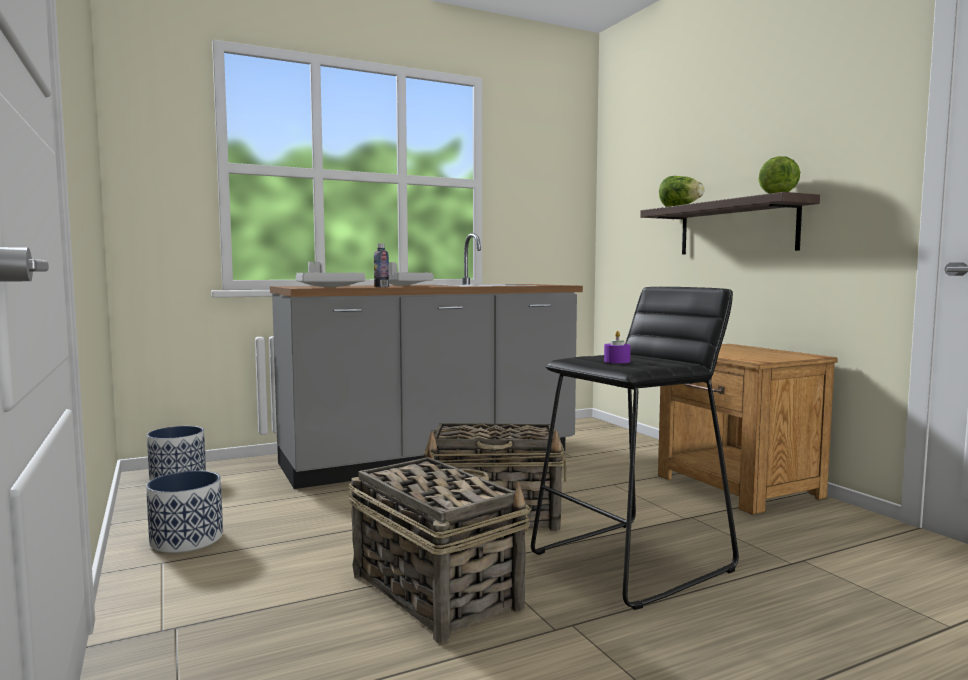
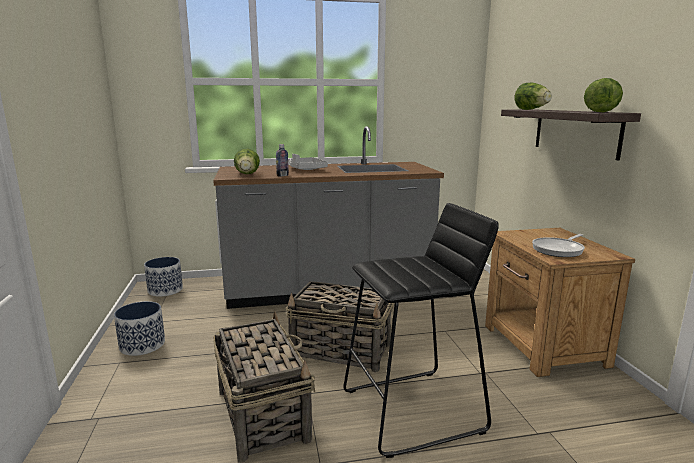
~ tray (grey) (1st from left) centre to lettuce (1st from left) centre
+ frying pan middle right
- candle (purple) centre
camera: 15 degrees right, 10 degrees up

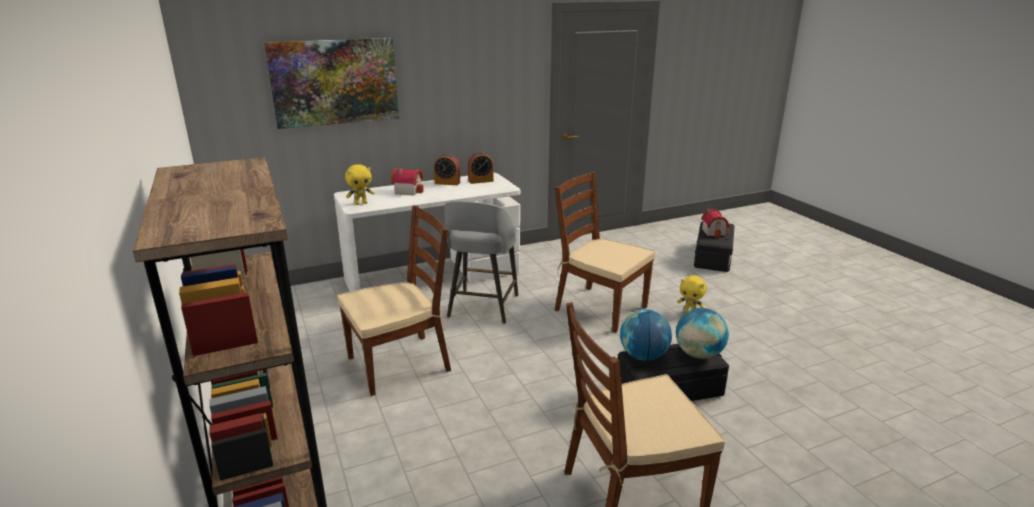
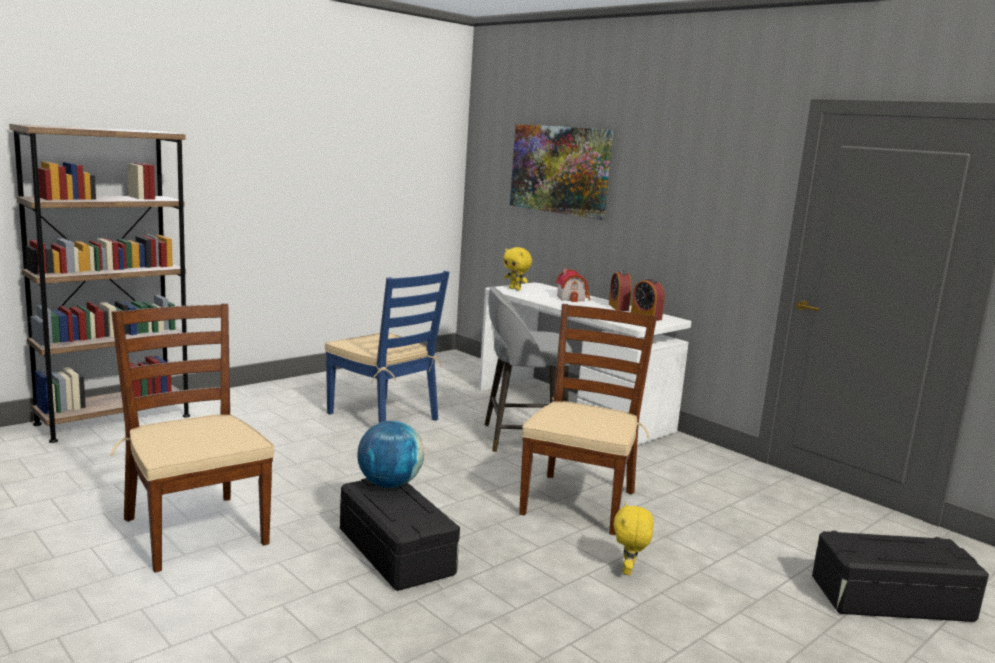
~ chair (brown) (1st from left) centre to chair (blue) centre
- globe (2nd from left) middle right
- toy house (2nd from left) middle right
camera: 70 degrees right, 10 degrees down

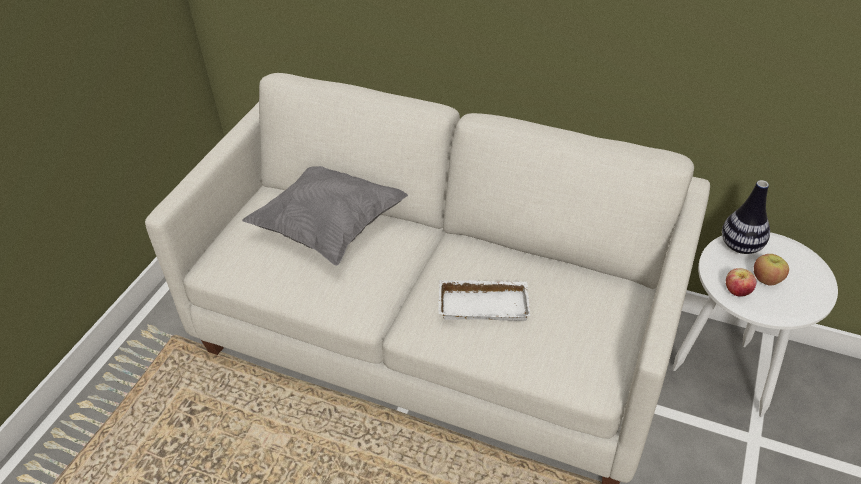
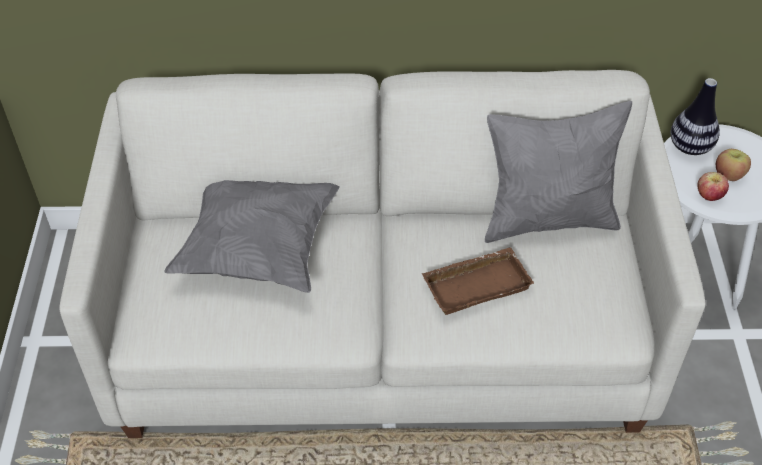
~ tray (white) centre to tray (brown) centre
+ pillow (grey) (2nd from left) middle right
camera: 25 degrees left, 5 degrees up

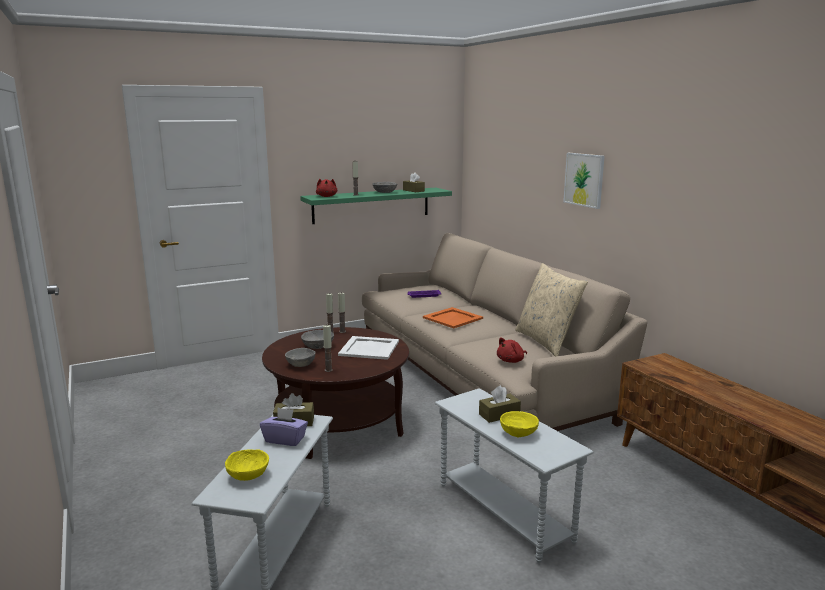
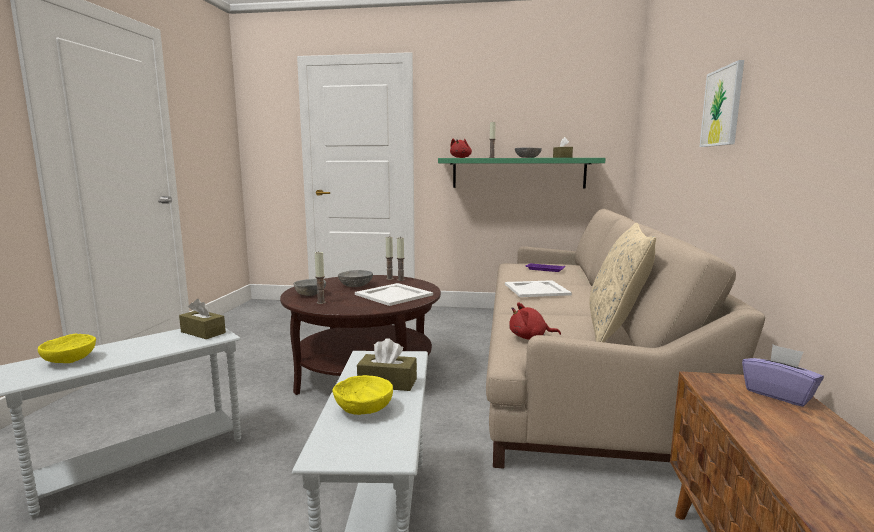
~ tray (orange) centre to tray (white) (2nd from left) centre
~ tissue box (purple) bottom centre to bottom right
camera: 35 degrees right, 5 degrees down

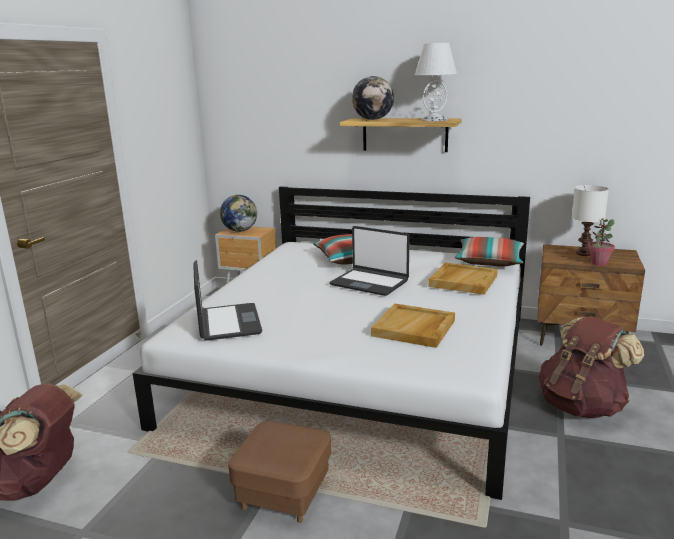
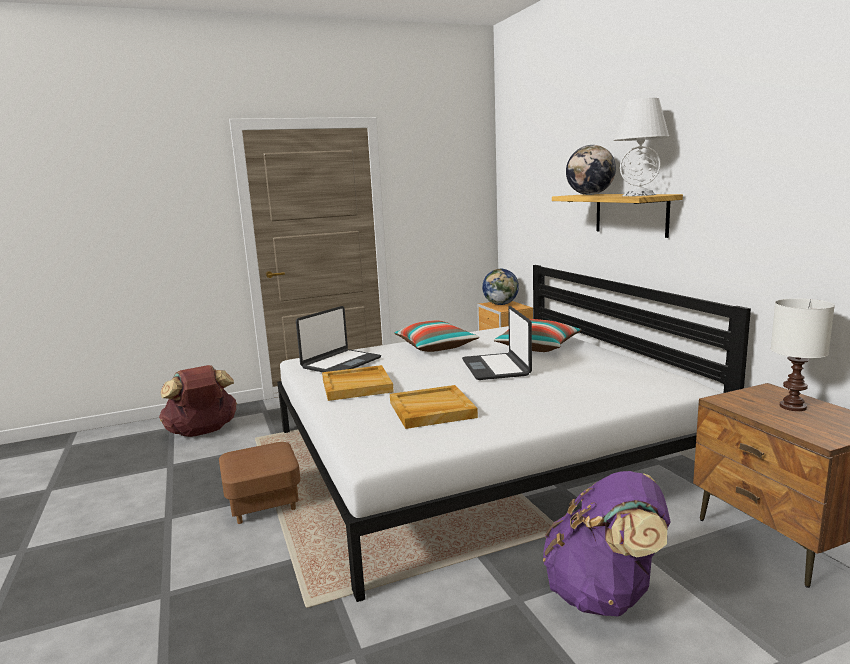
~ tray (beige) (2nd from left in the first image) middle right to tray (beige) (1st from left) centre
~ pillow (2nd from left in the first image) middle right to pillow (1st from left) centre
~ backpack (brown) (2nd from left) bottom right to backpack (purple) bottom right
- potted plant middle right
camera: 50 degrees right, 5 degrees down

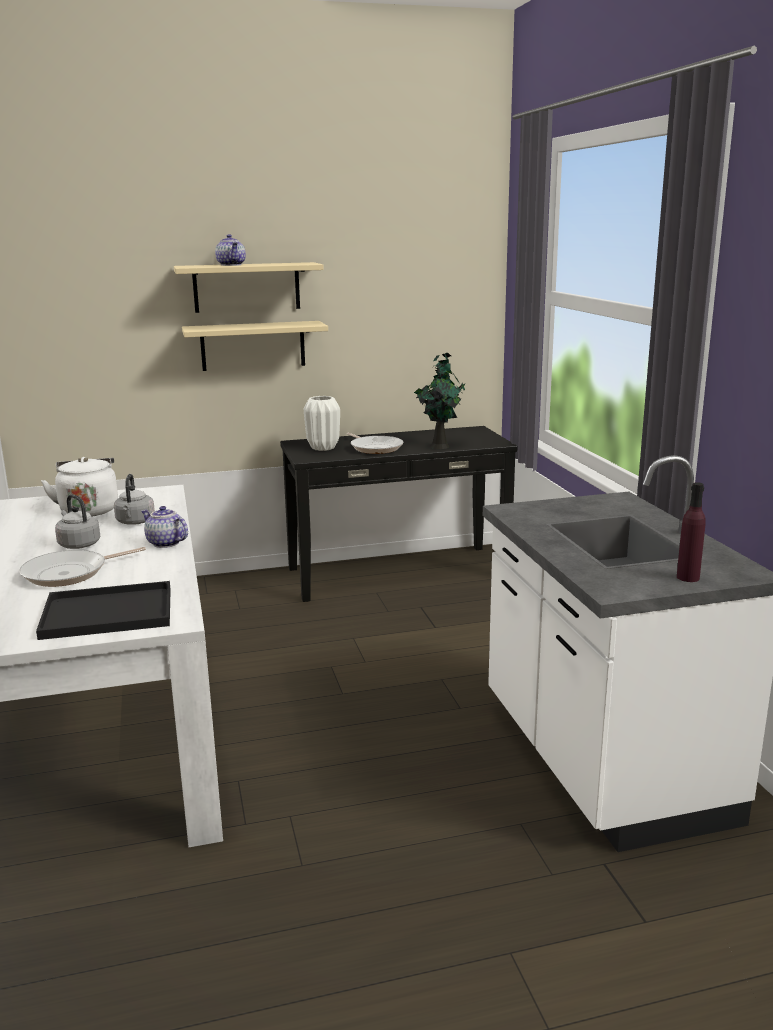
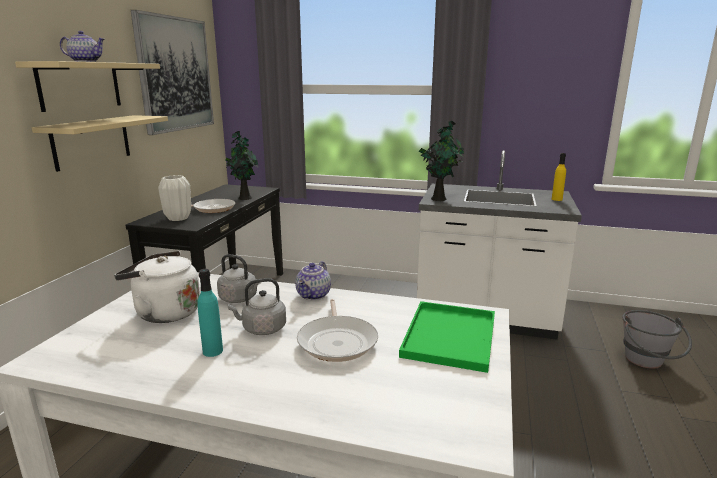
+ picture top left
+ bottle (turquoise) middle left
~ teapot (1st from left in the first image) middle left = centre 45 degrees counterclockwise
~ tray (black) middle left to tray (green) bottom centre
+ potted plant (2nd from left) centre
~ bottle (purple) middle right to bottle (yellow) middle right
+ bucket (grey) bottom right
camera: 60 degrees left, 0 degrees up

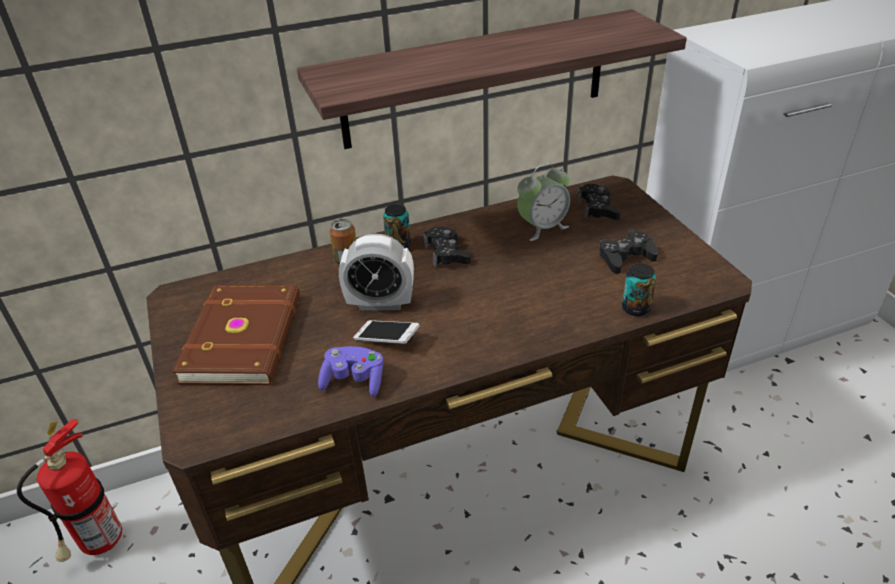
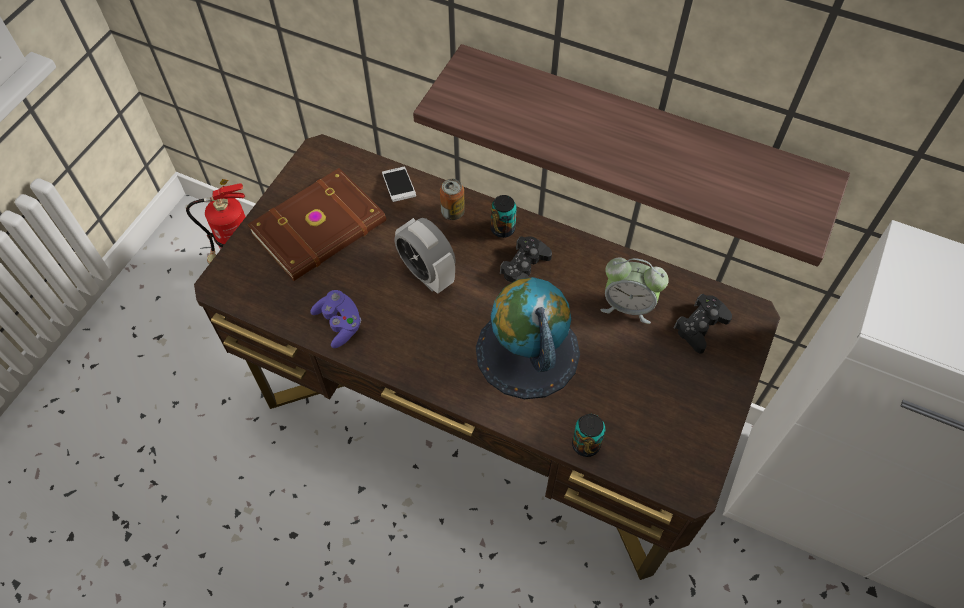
~ phone centre to top centre
+ globe centre
- game controller (black) (3rd from left) middle right
camera: 45 degrees right, 20 degrees up

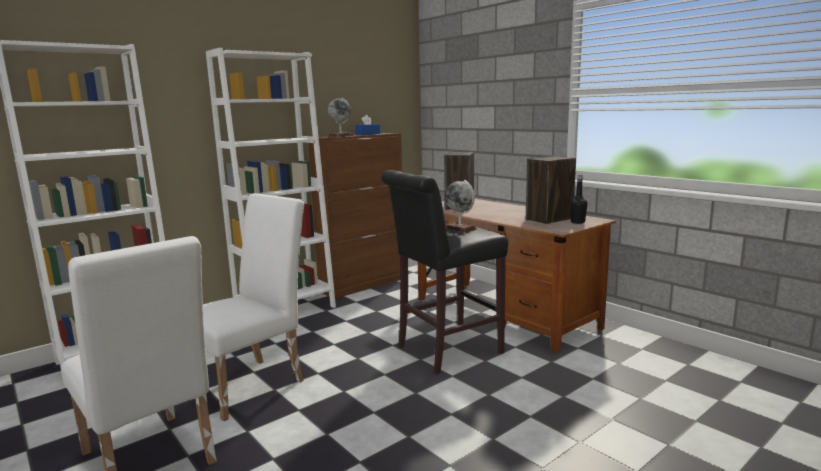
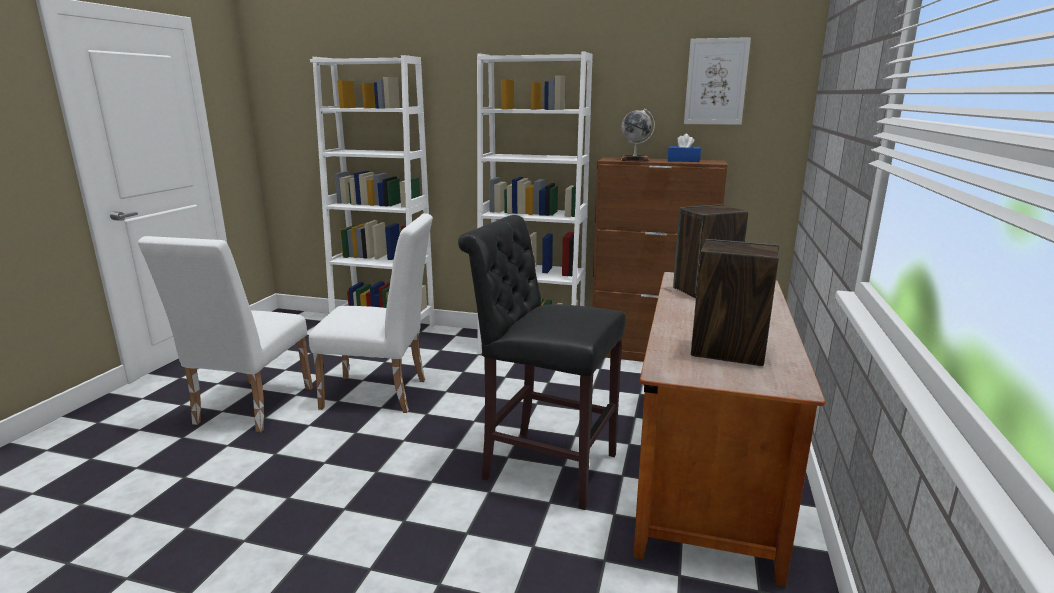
+ picture top right
- globe (2nd from left) centre
- bottle (black) middle right
camera: 55 degrees right, 5 degrees up

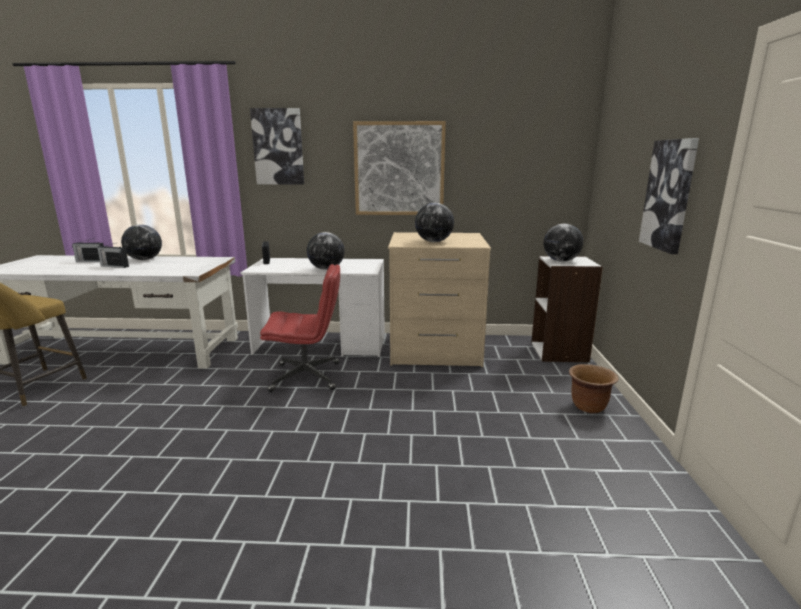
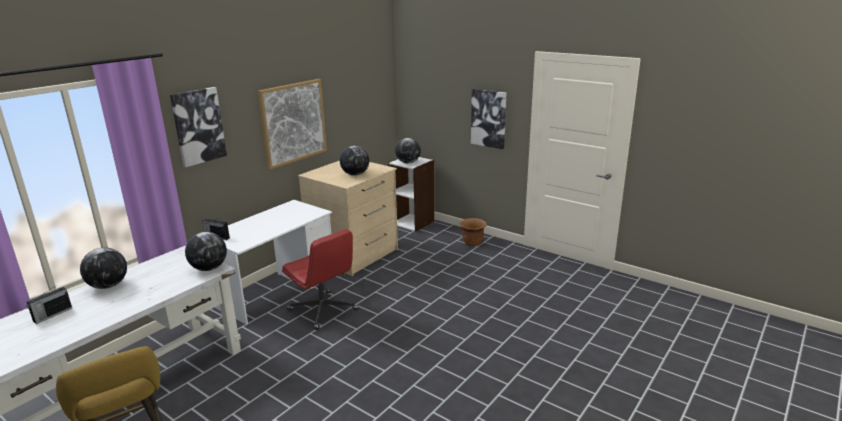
~ globe (2nd from left) centre to middle left
~ office chair (red) centre = centre 105 degrees clockwise
- radio (2nd from left) middle left
camera: 55 degrees left, 5 degrees up

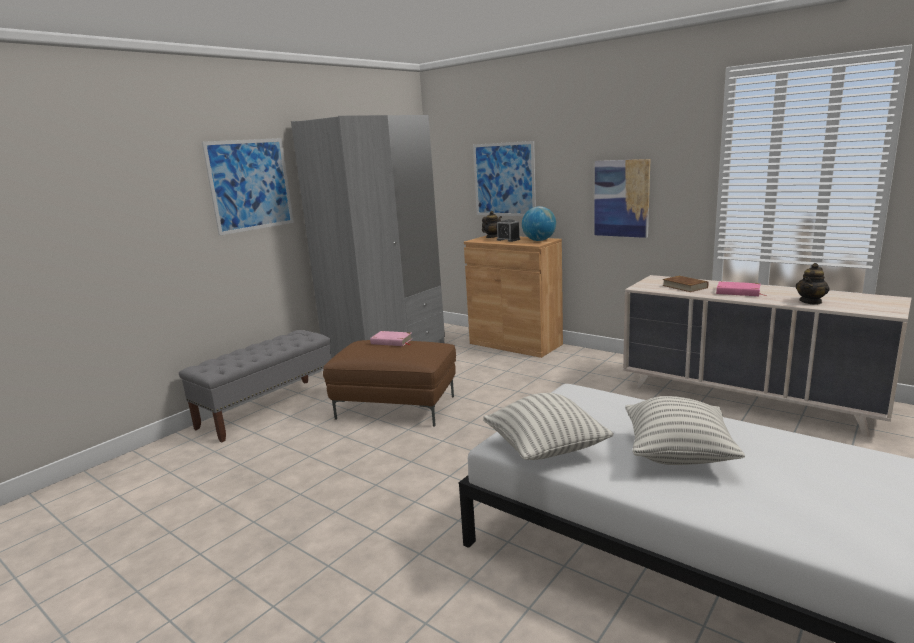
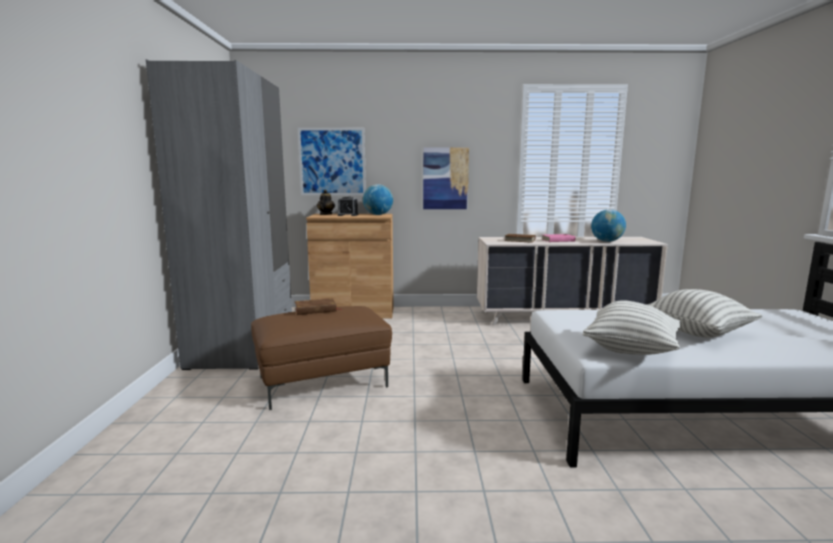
~ book (pink) (1st from left) centre to book (brown) (1st from left) centre
~ teapot (2nd from left) middle right to globe (2nd from left) middle right
- bench (grey) middle left
- picture (1st from left) top left
camera: 40 degrees left, 5 degrees down

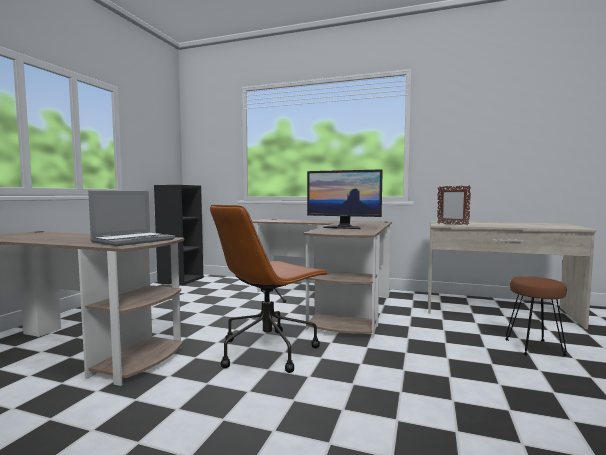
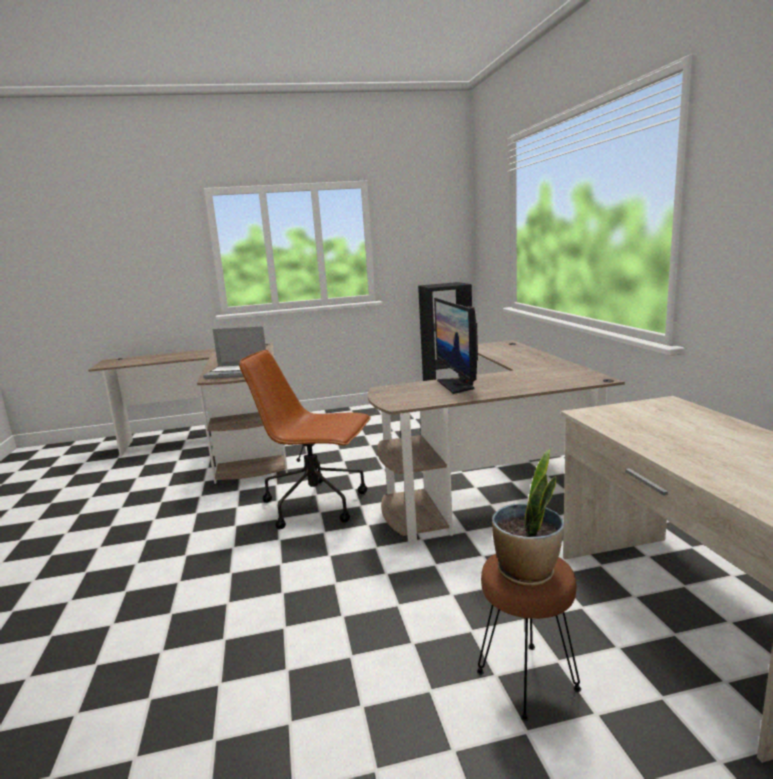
+ potted plant middle right
- picture frame middle right
camera: 60 degrees right, 10 degrees up

